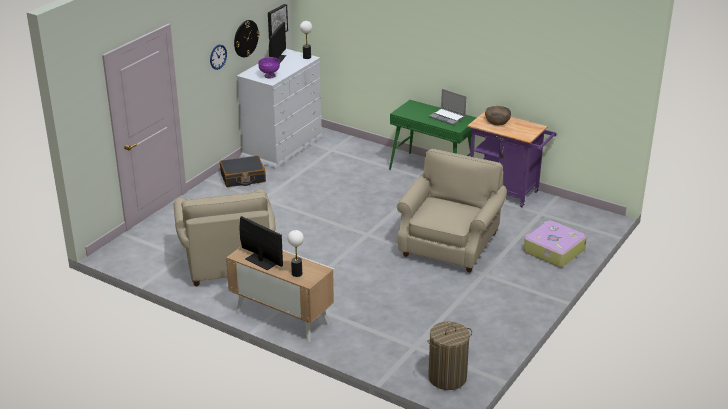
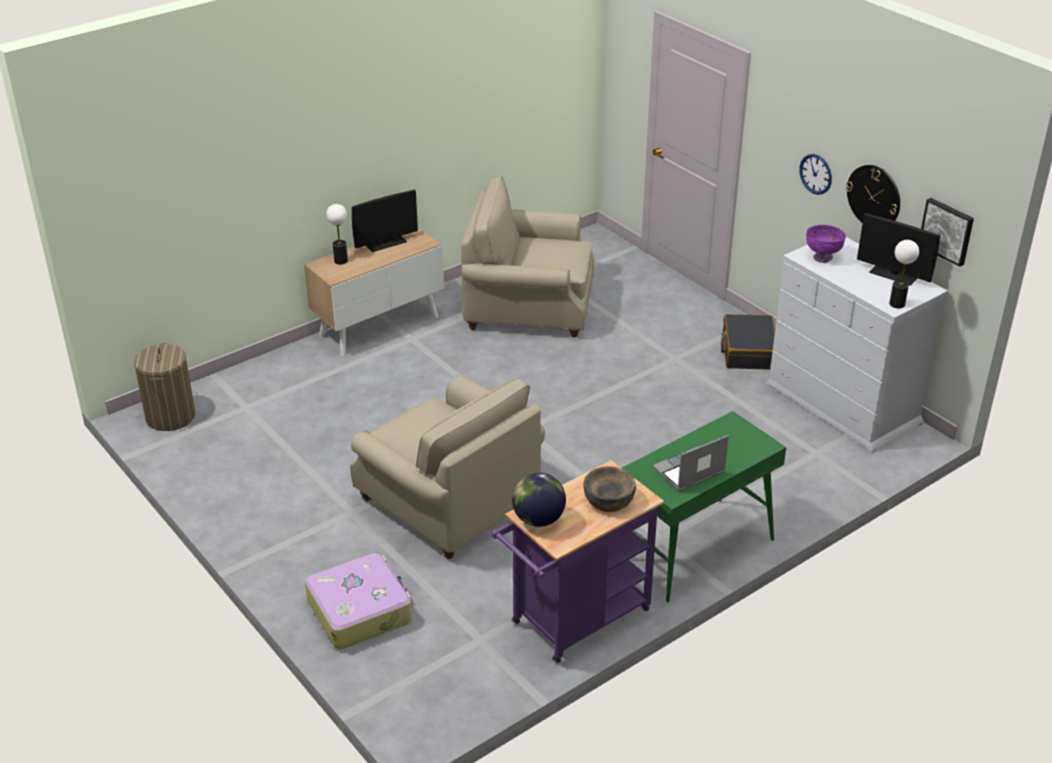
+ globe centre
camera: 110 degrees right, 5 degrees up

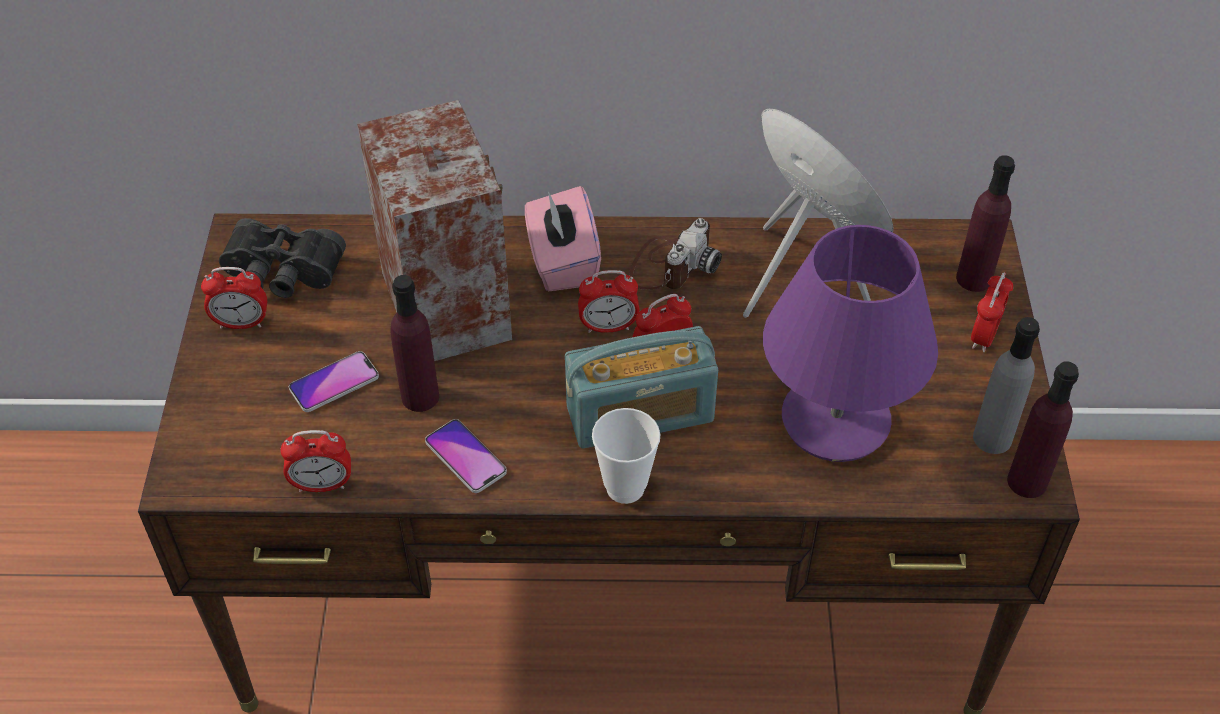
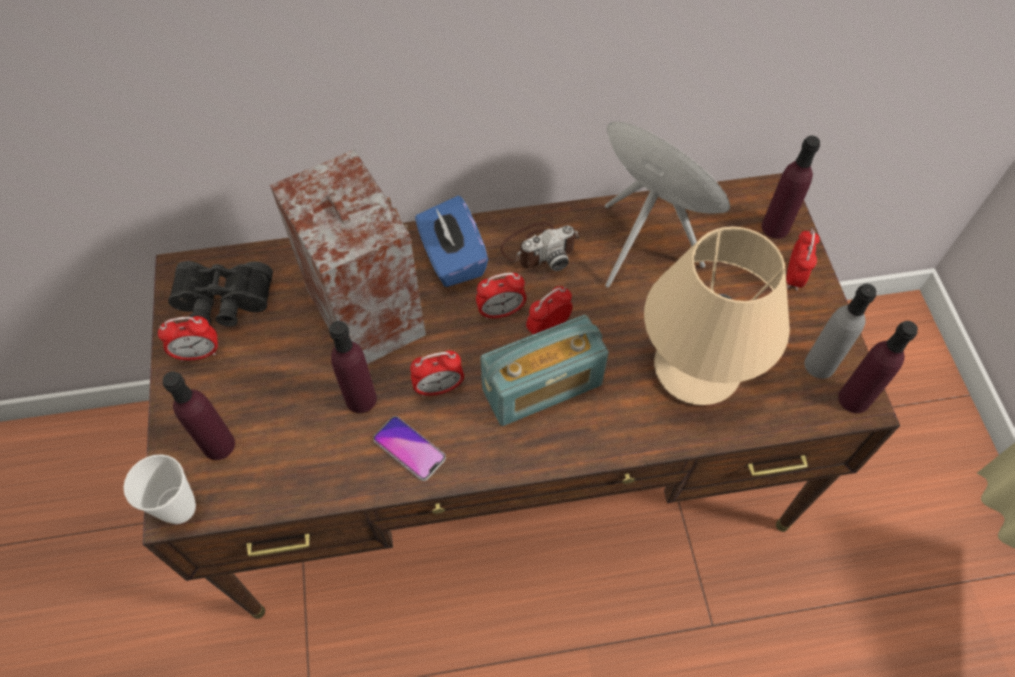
~ cup centre to bottom left
+ bottle (purple) (1st from left) middle left
~ alarm clock (2nd from left) middle left to centre
~ tissue box (pink) centre to tissue box (blue) centre
~ photo camera centre = centre 45 degrees clockwise
~ table lamp (purple) middle right to table lamp (beige) middle right
- phone (1st from left) middle left
camera: 10 degrees left, 10 degrees up

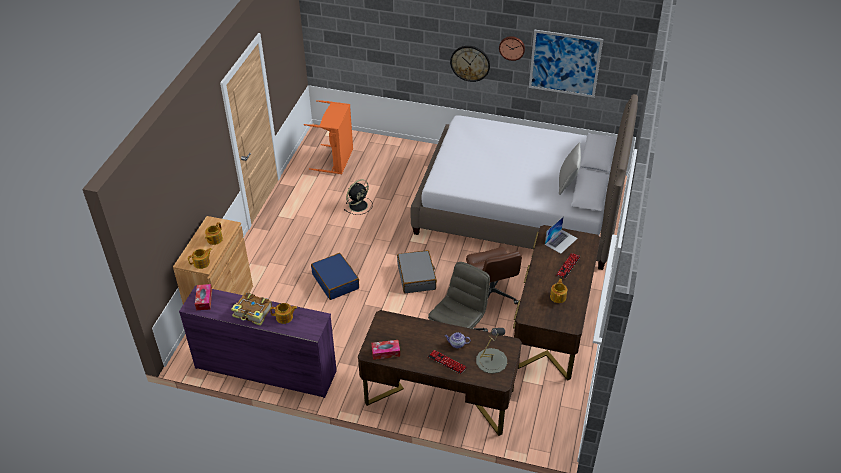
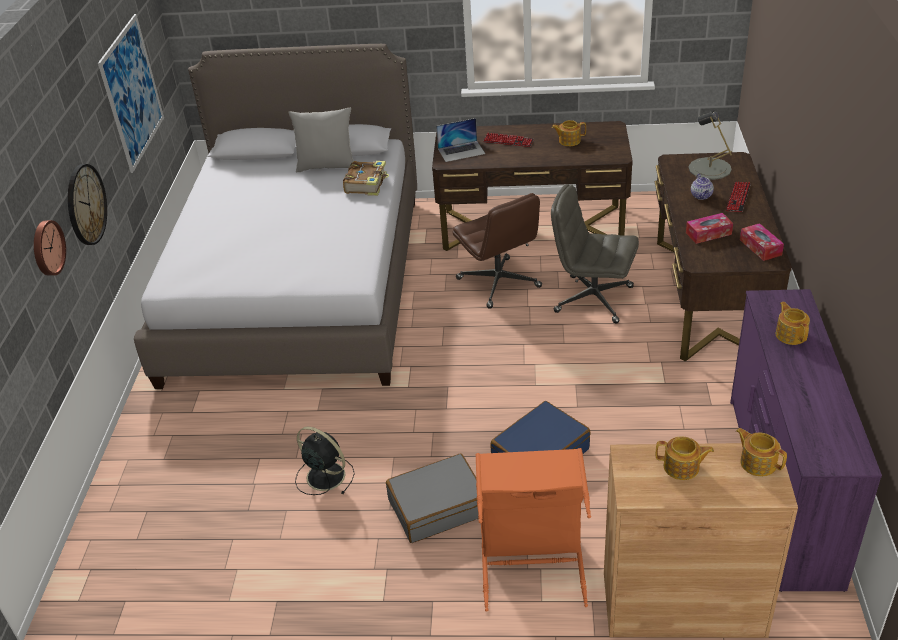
~ wall clock (2nd from left in the first image) top centre to wall clock (1st from left) middle left
~ book middle left to top centre
~ suitcase (grey) centre to bottom centre
~ laptop middle right = top centre 135 degrees clockwise
~ office chair (brown) centre = centre 90 degrees clockwise
~ laundry basket (orange) top centre to bottom centre
~ tissue box (1st from left) middle left to middle right
camera: 100 degrees left, 5 degrees down

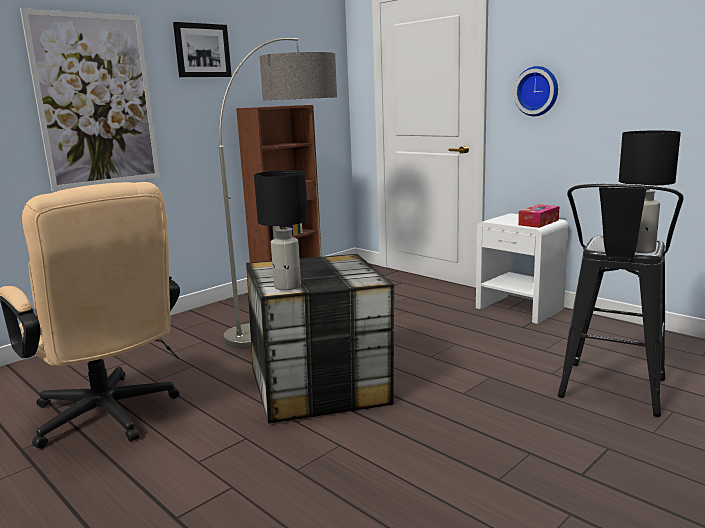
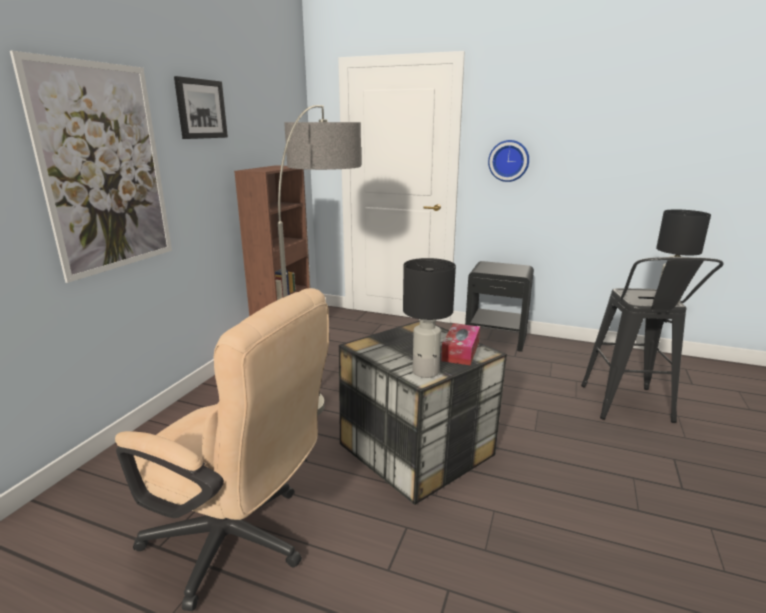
~ tissue box middle right to centre
~ nightstand (white) middle right to nightstand (black) centre
camera: 25 degrees left, 5 degrees up

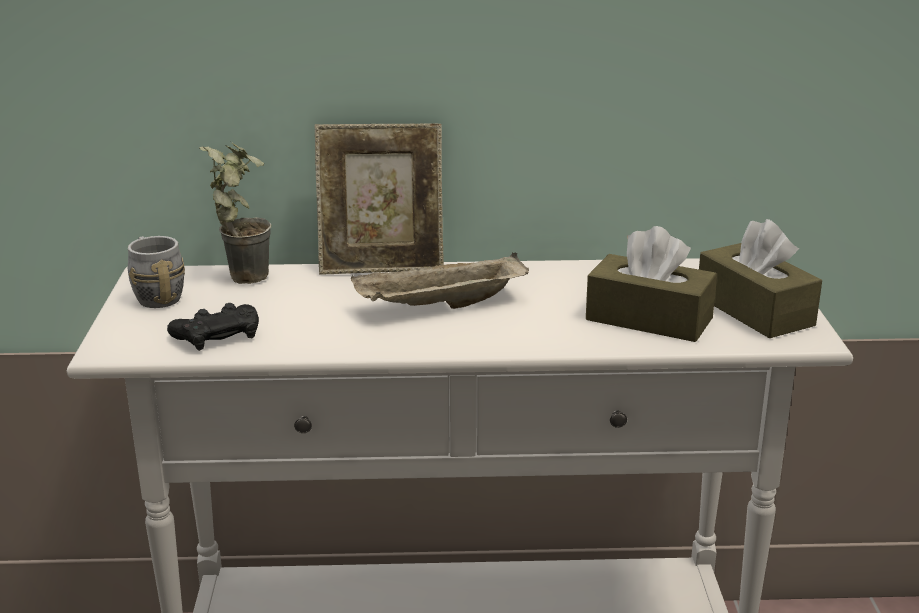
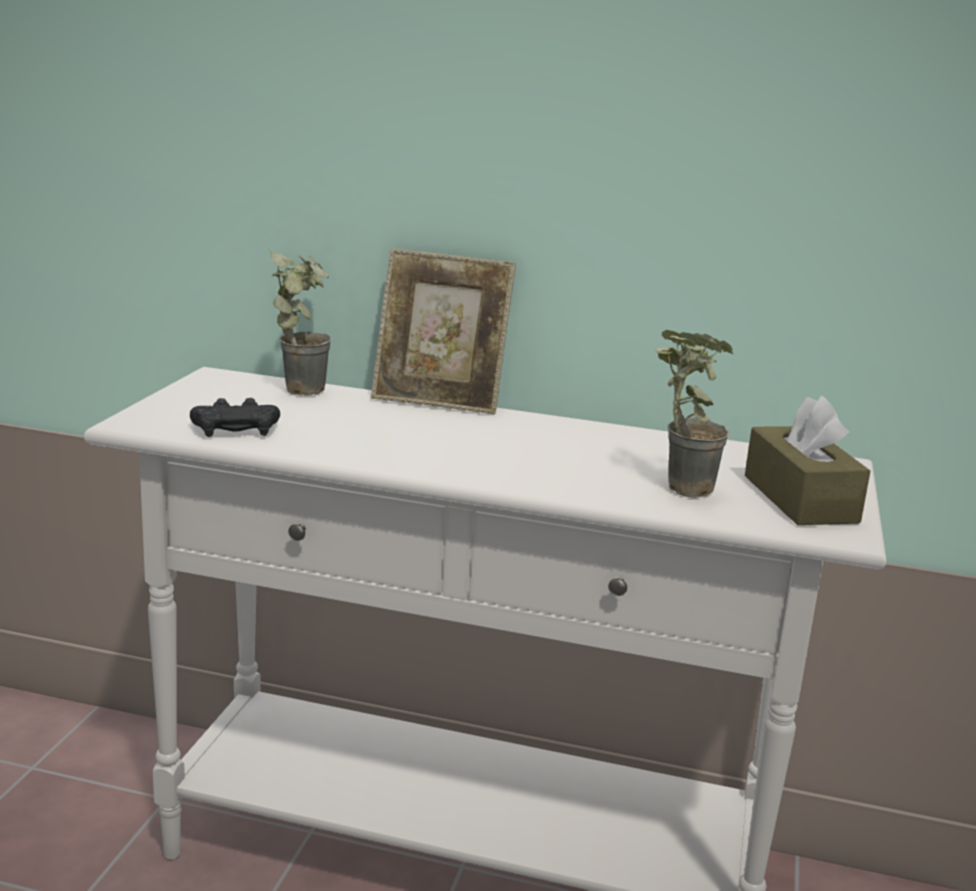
~ tissue box (brown) (1st from left) middle right to potted plant (2nd from left) middle right
- mug (grey) middle left
- tray (beige) centre
camera: 15 degrees right, 5 degrees down

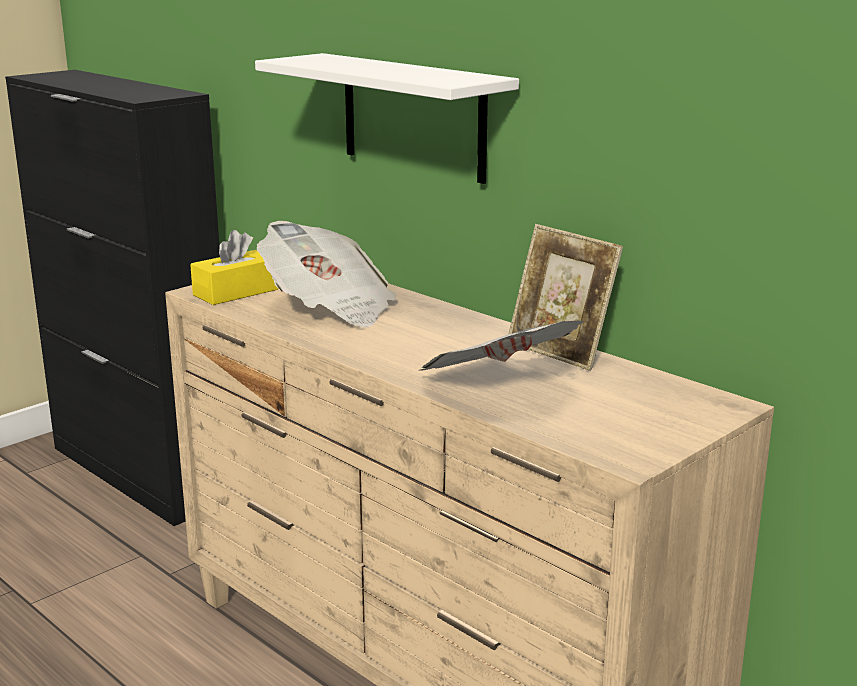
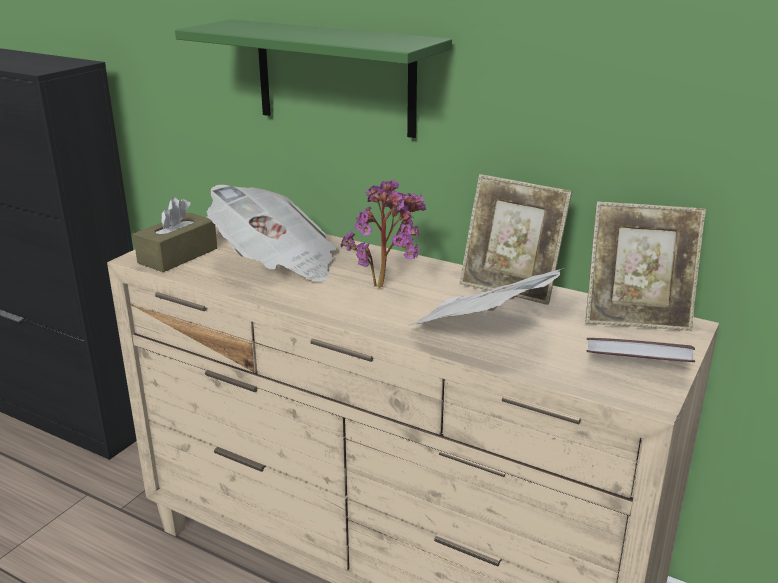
~ tissue box (yellow) middle left to tissue box (brown) middle left
~ shelf (white) top centre to shelf (green) top centre
+ potted plant centre
+ picture frame (2nd from left) middle right
+ book middle right
camera: 15 degrees left, 5 degrees up

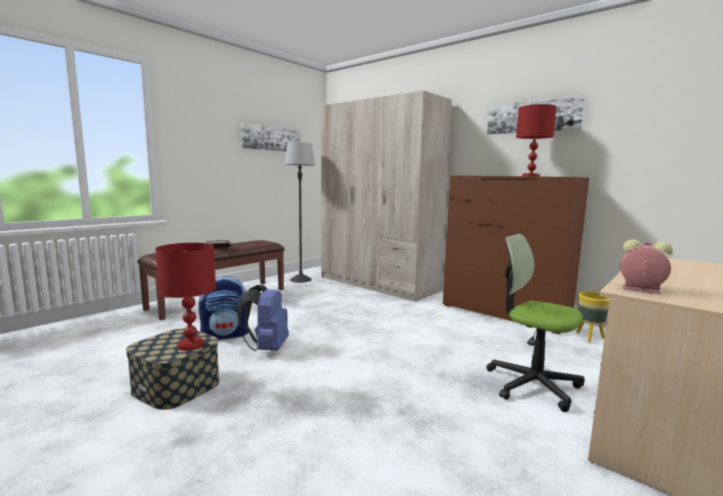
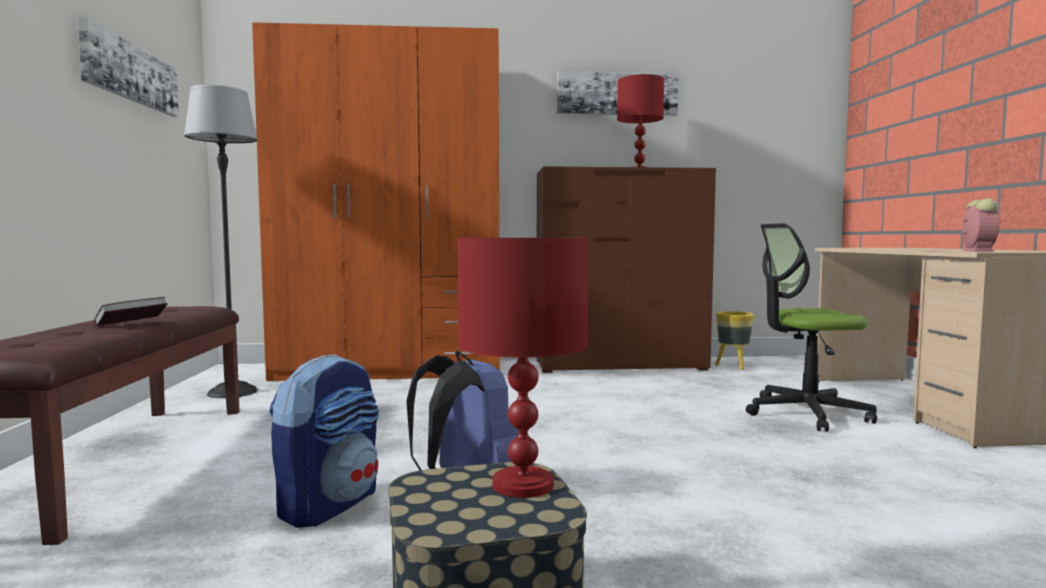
~ wardrobe (beige) centre to wardrobe (orange) centre
~ alarm clock middle right = middle right 120 degrees clockwise
camera: 45 degrees left, 5 degrees down

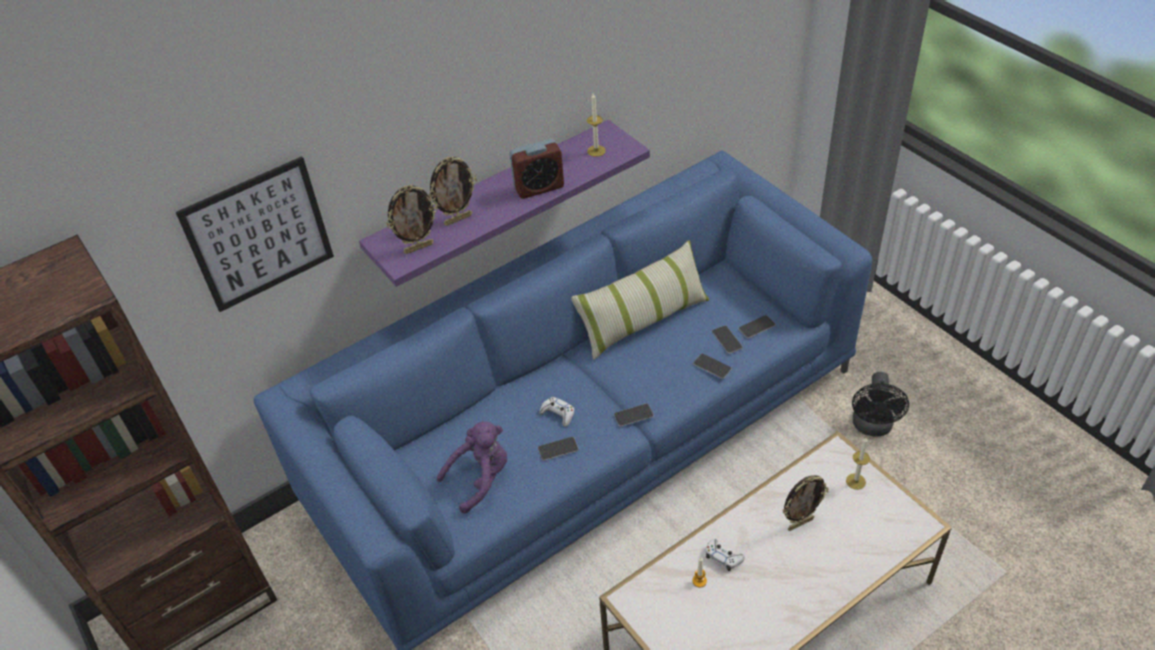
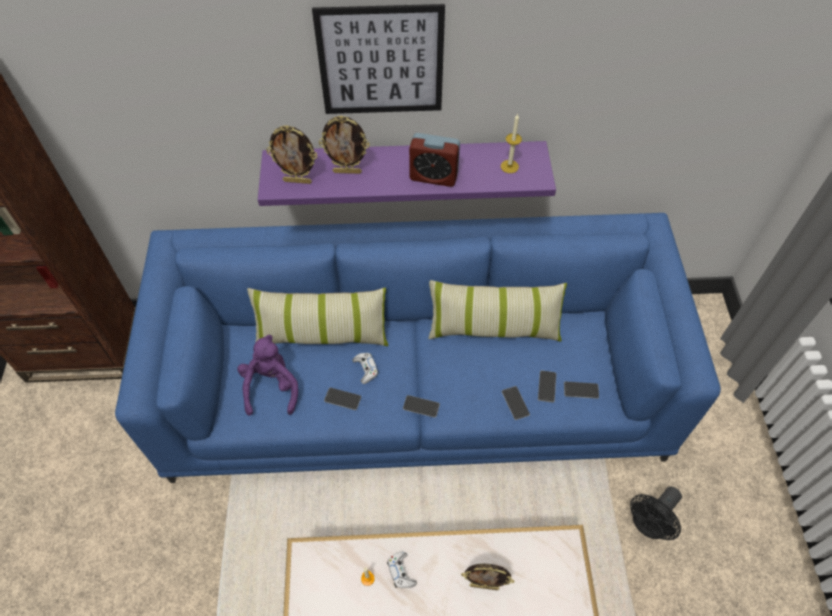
~ plush toy (purple) bottom centre = middle left 90 degrees counterclockwise
+ pillow (1st from left) centre
~ picture middle left to top centre
- candle (3rd from left) bottom right
camera: 30 degrees right, 10 degrees up

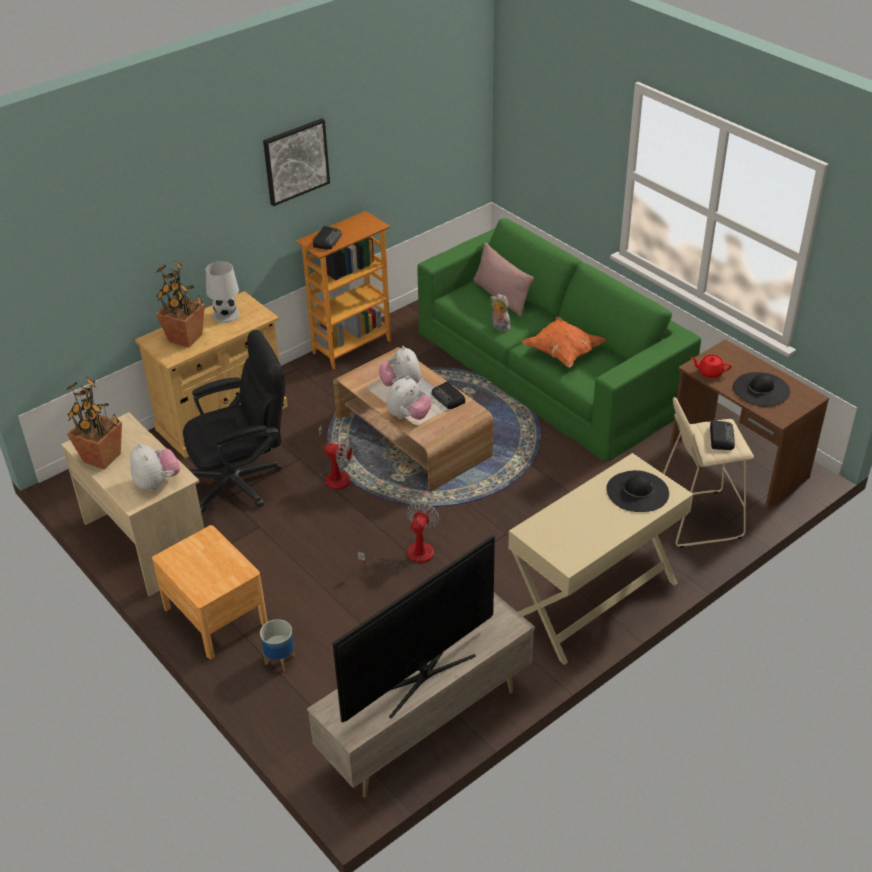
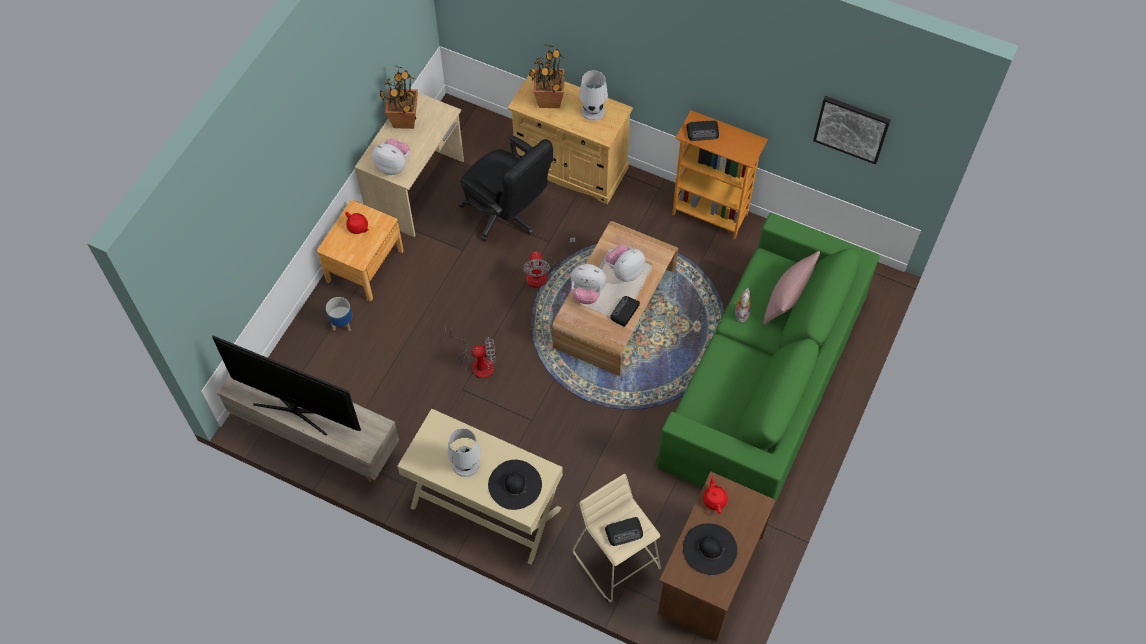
+ teapot (red) (1st from left) middle left
~ plush toy (1st from left) middle left = top centre 105 degrees counterclockwise
+ table lamp (white) (1st from left) bottom centre
~ picture top centre to top right
- pillow (orange) centre
camera: 65 degrees right, 20 degrees up

